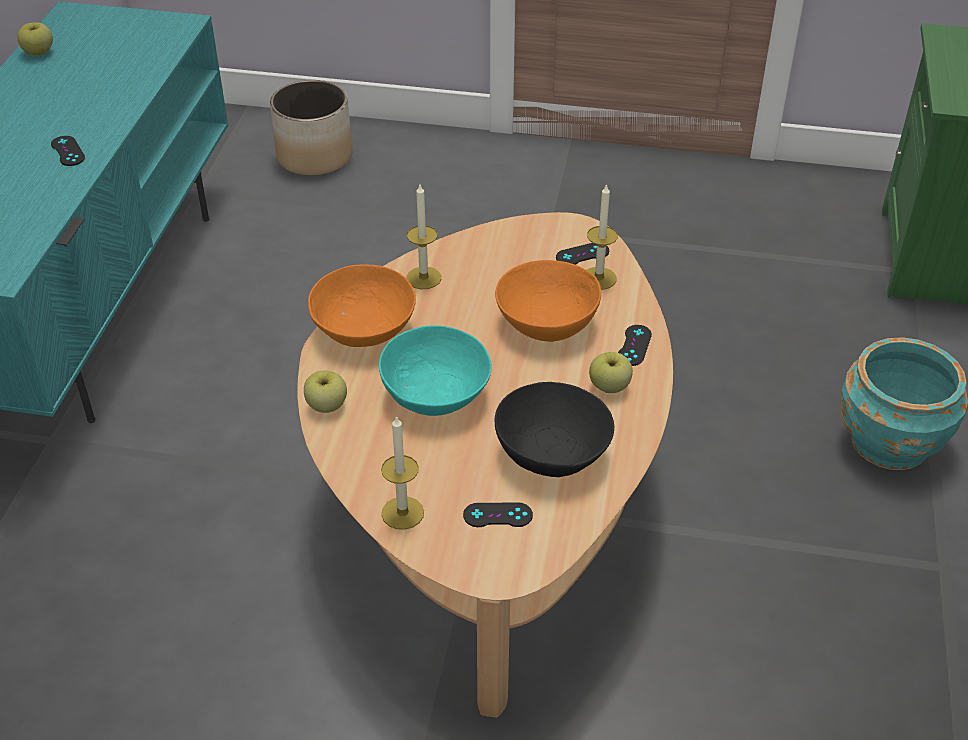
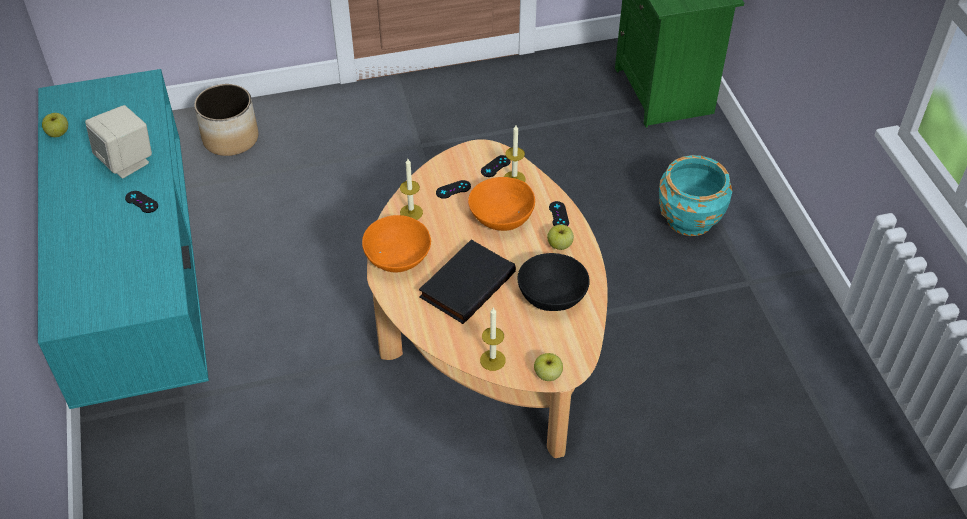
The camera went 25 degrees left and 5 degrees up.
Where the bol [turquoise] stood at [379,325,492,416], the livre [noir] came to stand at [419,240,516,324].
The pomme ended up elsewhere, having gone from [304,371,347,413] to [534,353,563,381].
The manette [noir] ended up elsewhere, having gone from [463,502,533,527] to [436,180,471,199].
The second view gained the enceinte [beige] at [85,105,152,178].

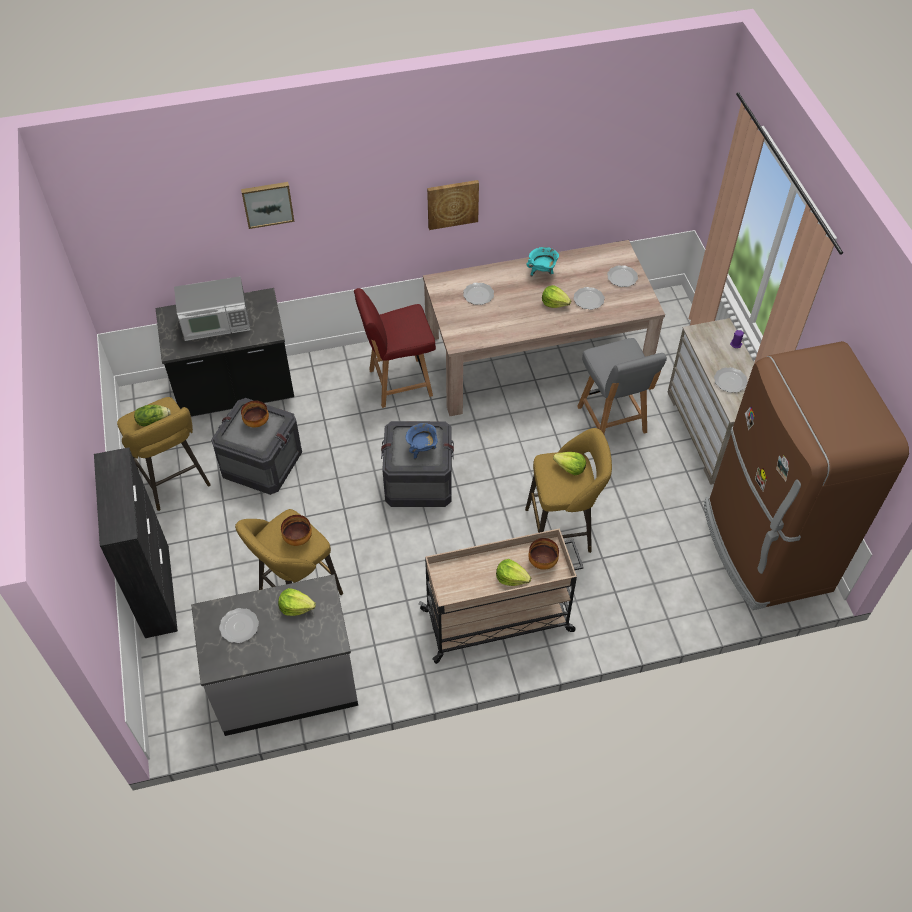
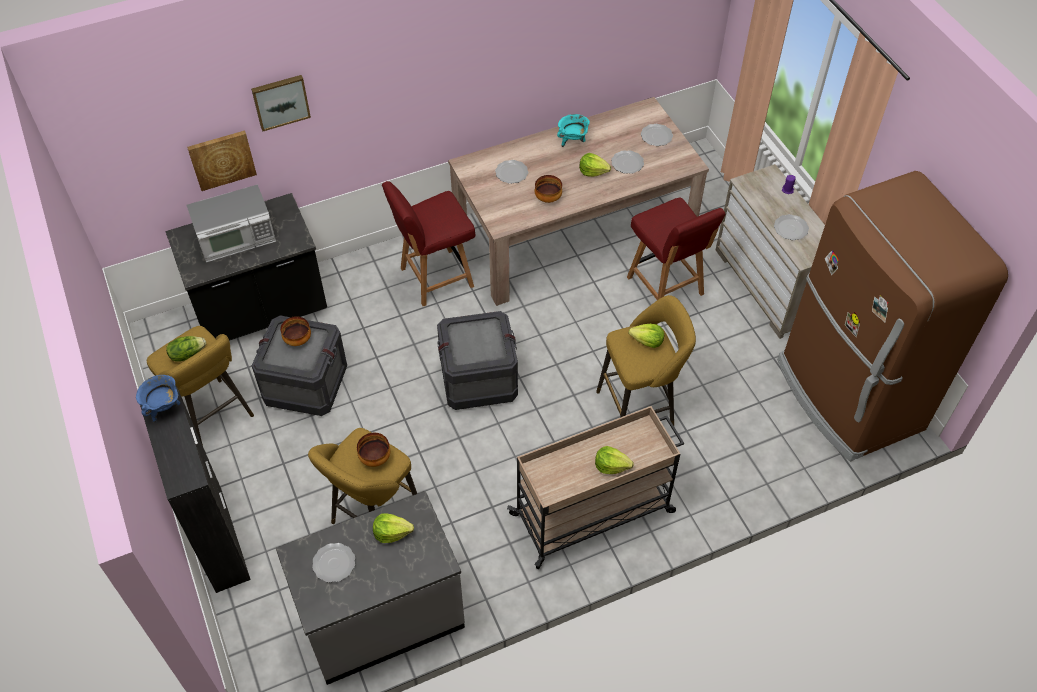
The camera went 10 degrees left and 0 degrees up.
The tableau ended up elsewhere, having gone from [427,180,479,230] to [187,131,257,191].
What was the chaise [gris] at [577,338,667,434] turned into the chaise [rouge] at [627,198,725,300].
The marmite [bleu] ended up elsewhere, having gone from [406,423,438,460] to [136,375,180,423].
The bol ended up elsewhere, having gone from [528,538,559,570] to [535,175,562,203].

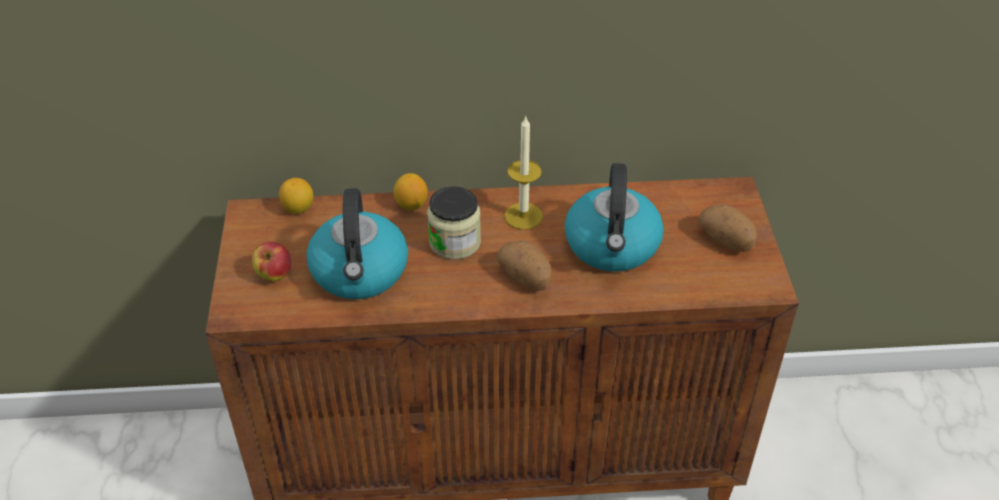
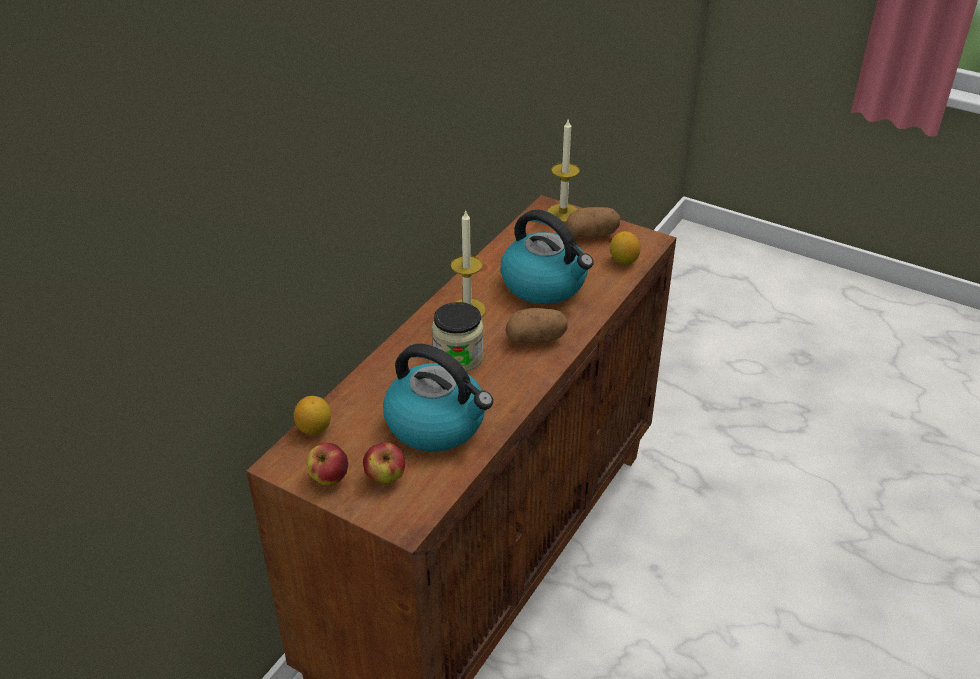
The camera went 55 degrees left and 5 degrees down.
The citron ended up elsewhere, having gone from [394,173,428,210] to [610,231,641,265].
The second view gained the bougie at [547,120,580,222].
The second view gained the pomme at [306,443,348,486].

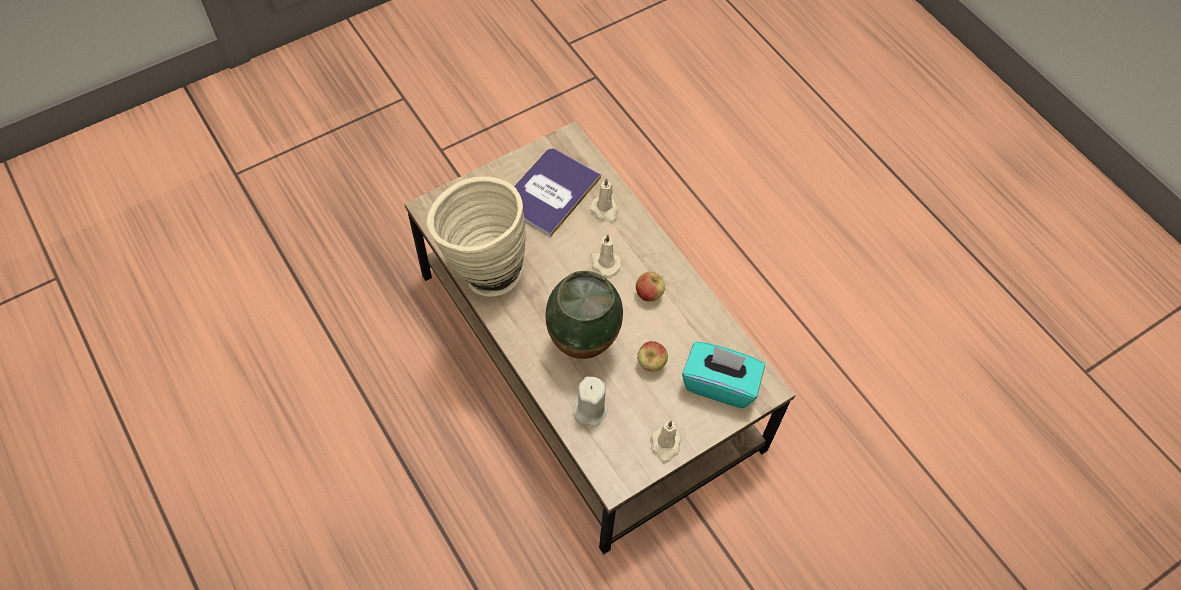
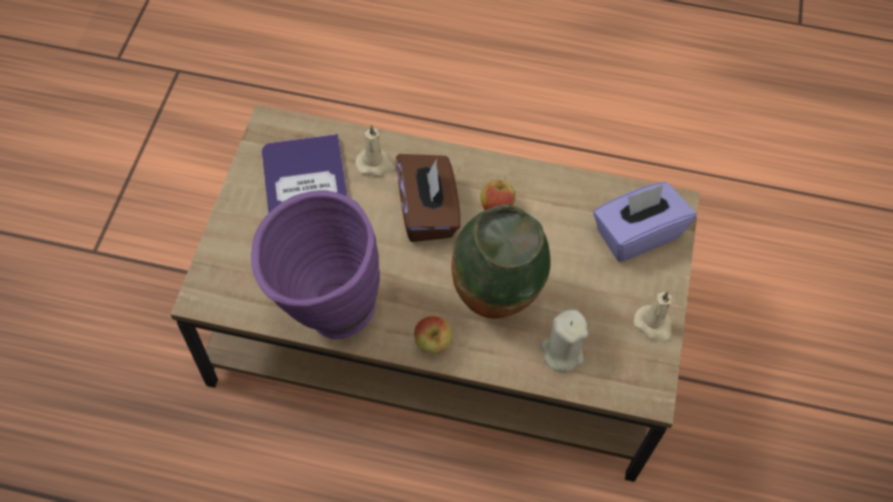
The camera went 45 degrees left and 0 degrees up.
What was the vase [beige] at [426,177,526,297] turned into the vase [violet] at [251,190,380,339].
Where the bougie [beige] stood at [590,234,621,276], the boîte à mouchoirs [marron] came to stand at [396,154,461,242].
The pomme ended up elsewhere, having gone from [637,341,668,372] to [414,316,452,354].
What was the boîte à mouchoirs [turquoise] at [682,342,765,408] turned into the boîte à mouchoirs [violet] at [593,182,696,262].

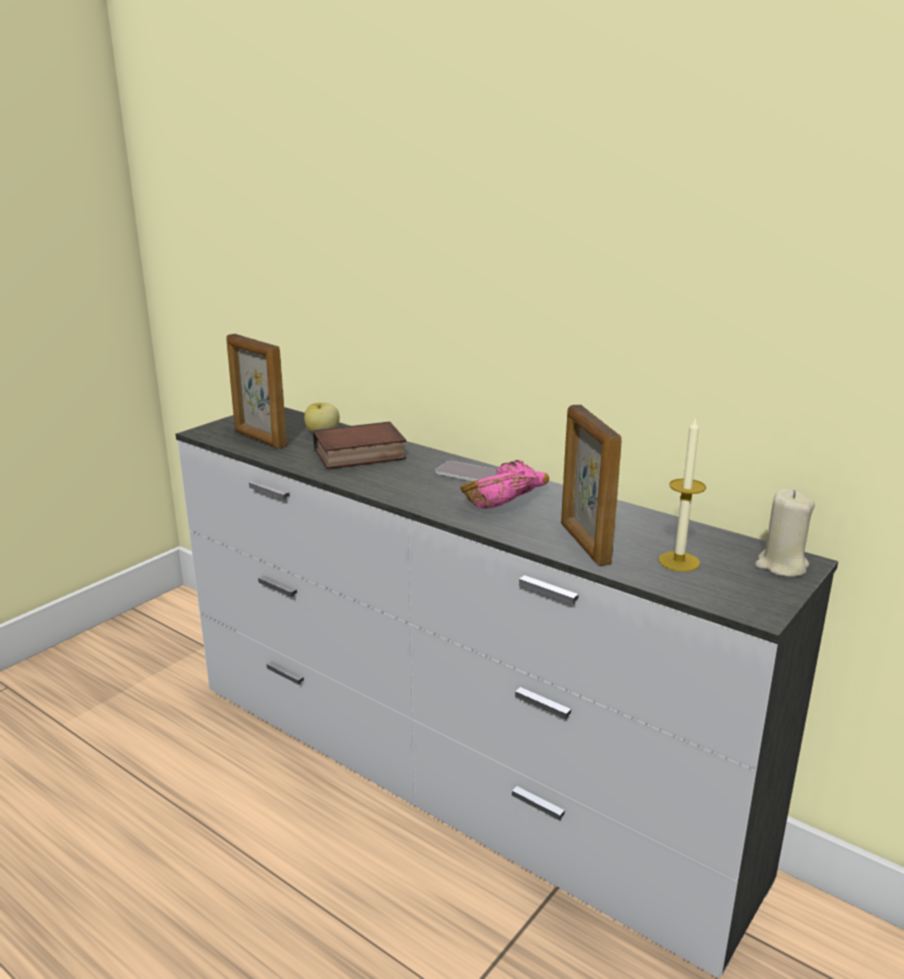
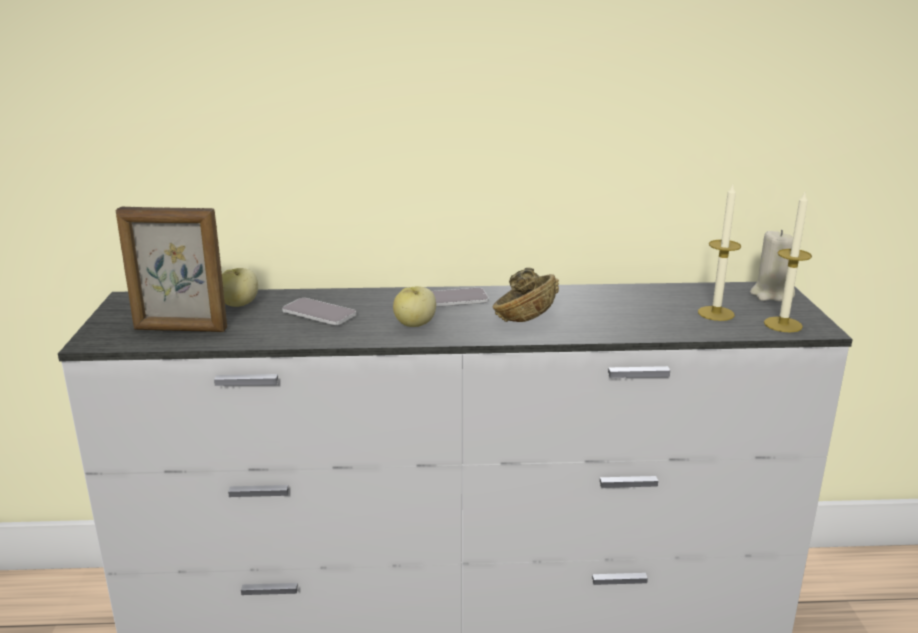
The camera went 40 degrees left and 0 degrees up.
The second view lost the cadre photo at [561,405,622,566].
Where the livre stood at [313,422,407,469], the téléphone came to stand at [282,298,356,325].
What was the bol [rose] at [460,460,549,509] turned into the bol [marron] at [492,268,559,322].
The second view gained the bougie at [764,192,812,333].
The second view gained the pomme at [393,286,436,327].

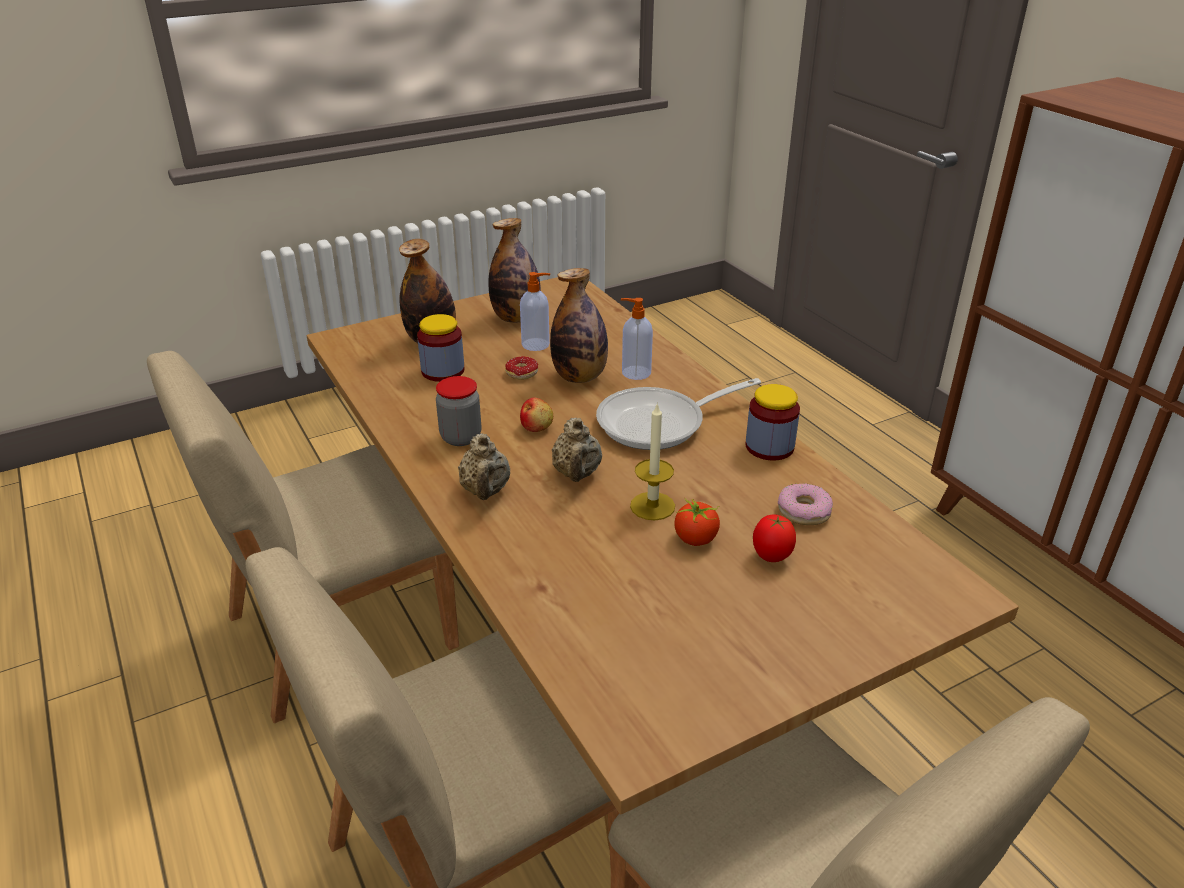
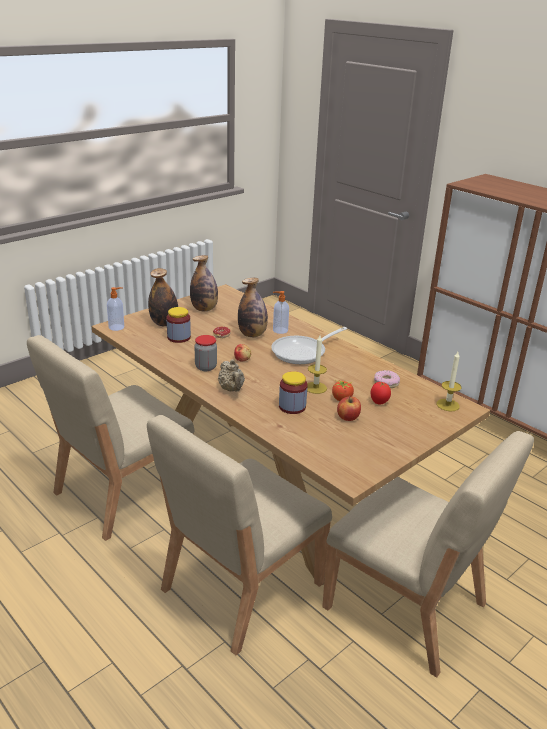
The camera went 15 degrees left and 5 degrees down.
The distributeur de savon ended up elsewhere, having gone from [520,272,550,351] to [107,287,124,331].
The bocal ended up elsewhere, having gone from [746,384,800,460] to [279,371,308,414].
The second view lost the théière [beige] at [552,418,602,482].
The second view gained the bougie at [437,352,462,411].
The second view gained the pomme at [337,396,361,421].

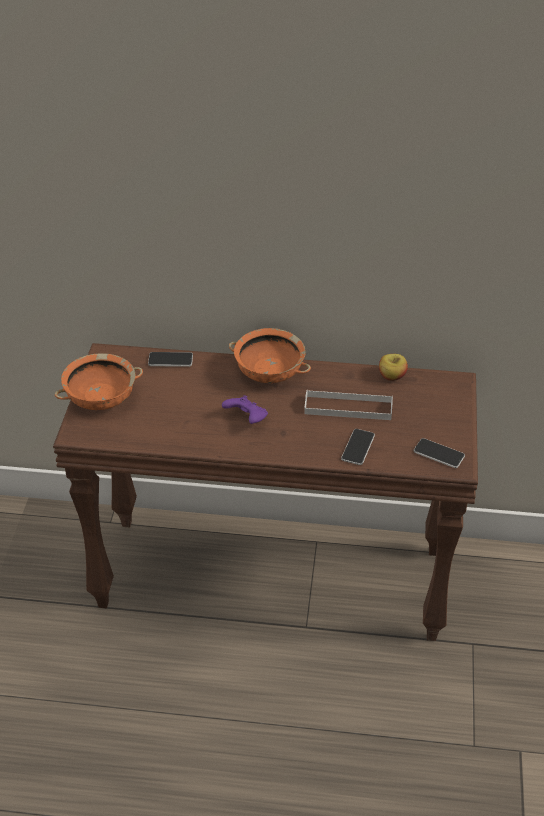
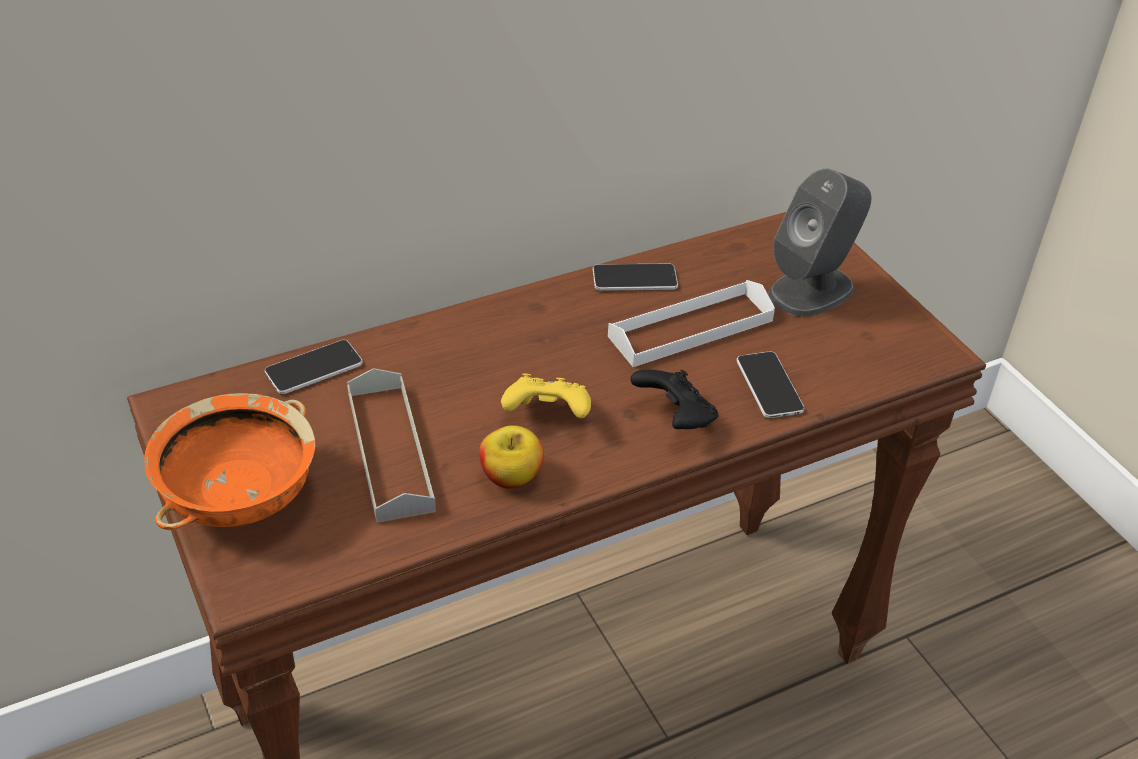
The camera went 35 degrees left and 0 degrees up.
The second view lost the bol [orange] at [229,328,311,383].
The pomme ended up elsewhere, having gone from [379,354,408,381] to [479,425,544,489].
What was the manette [violet] at [222,395,268,424] turned into the manette [jaune] at [501,373,591,418].
The téléphone ended up elsewhere, having gone from [414,438,465,468] to [593,263,678,291].
The second view gained the enceinte [gris] at [768,168,871,317].
The second view gained the plateau [gris] at [347,368,436,523].
The second view gained the manette [noir] at [630,370,718,429].

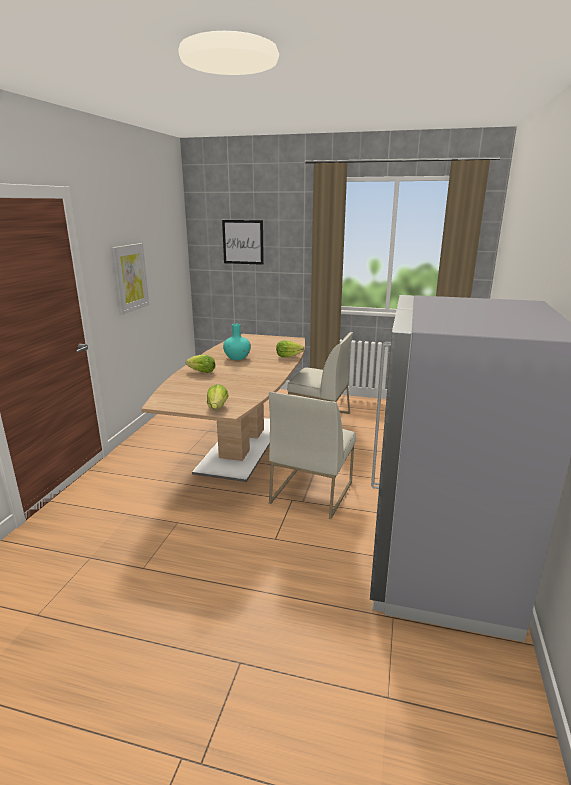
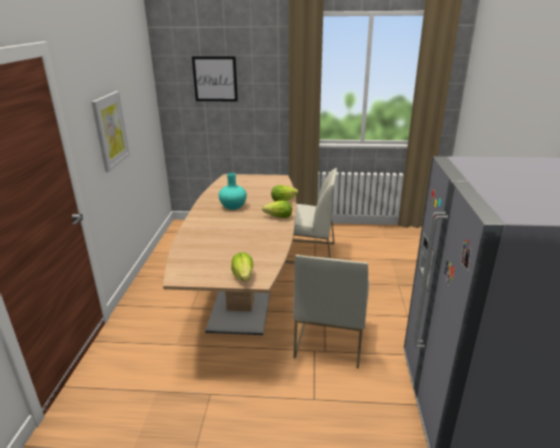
The camera went 10 degrees left and 5 degrees up.
The laitue ended up elsewhere, having gone from [186,355,215,373] to [262,201,292,218].

